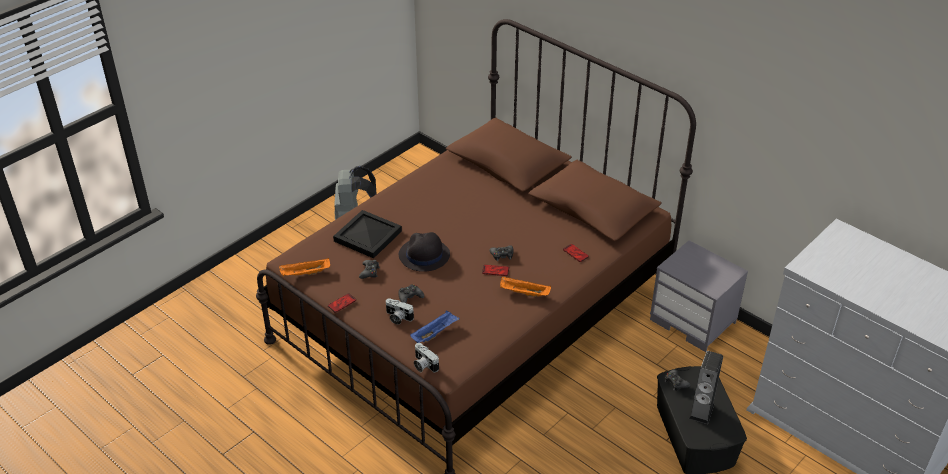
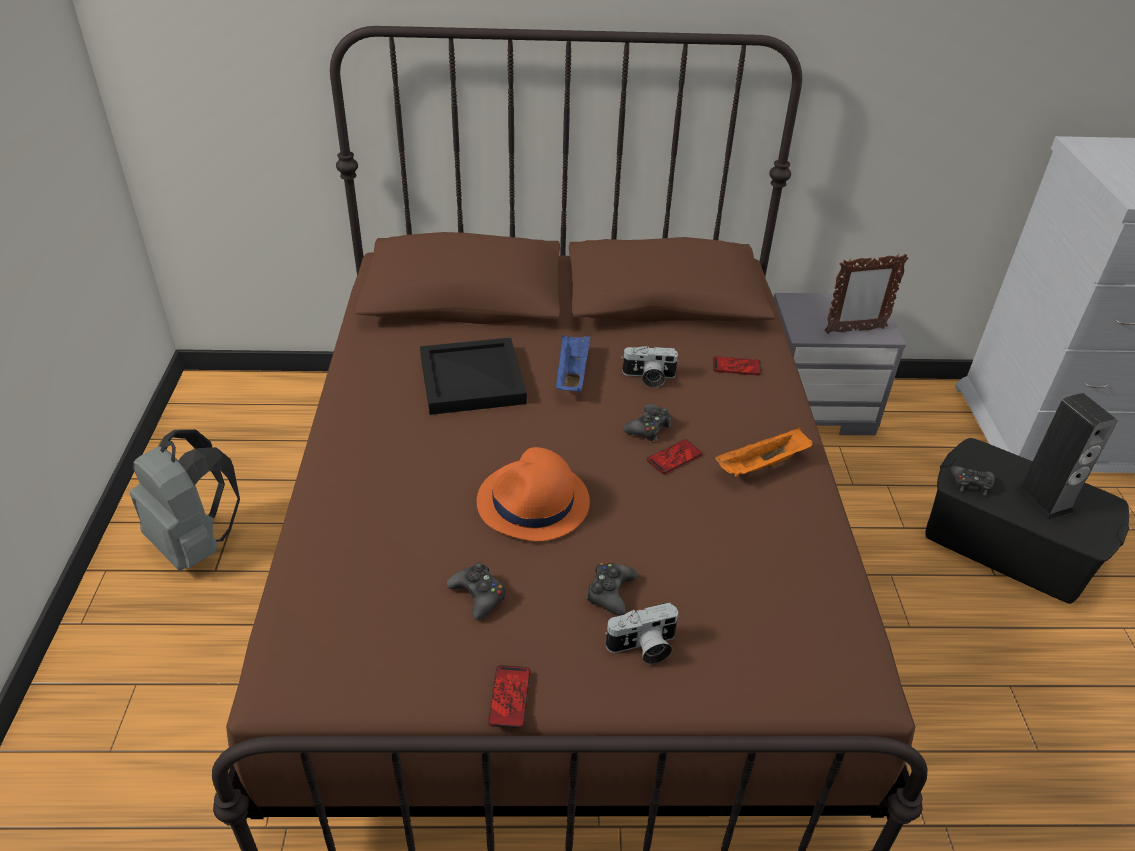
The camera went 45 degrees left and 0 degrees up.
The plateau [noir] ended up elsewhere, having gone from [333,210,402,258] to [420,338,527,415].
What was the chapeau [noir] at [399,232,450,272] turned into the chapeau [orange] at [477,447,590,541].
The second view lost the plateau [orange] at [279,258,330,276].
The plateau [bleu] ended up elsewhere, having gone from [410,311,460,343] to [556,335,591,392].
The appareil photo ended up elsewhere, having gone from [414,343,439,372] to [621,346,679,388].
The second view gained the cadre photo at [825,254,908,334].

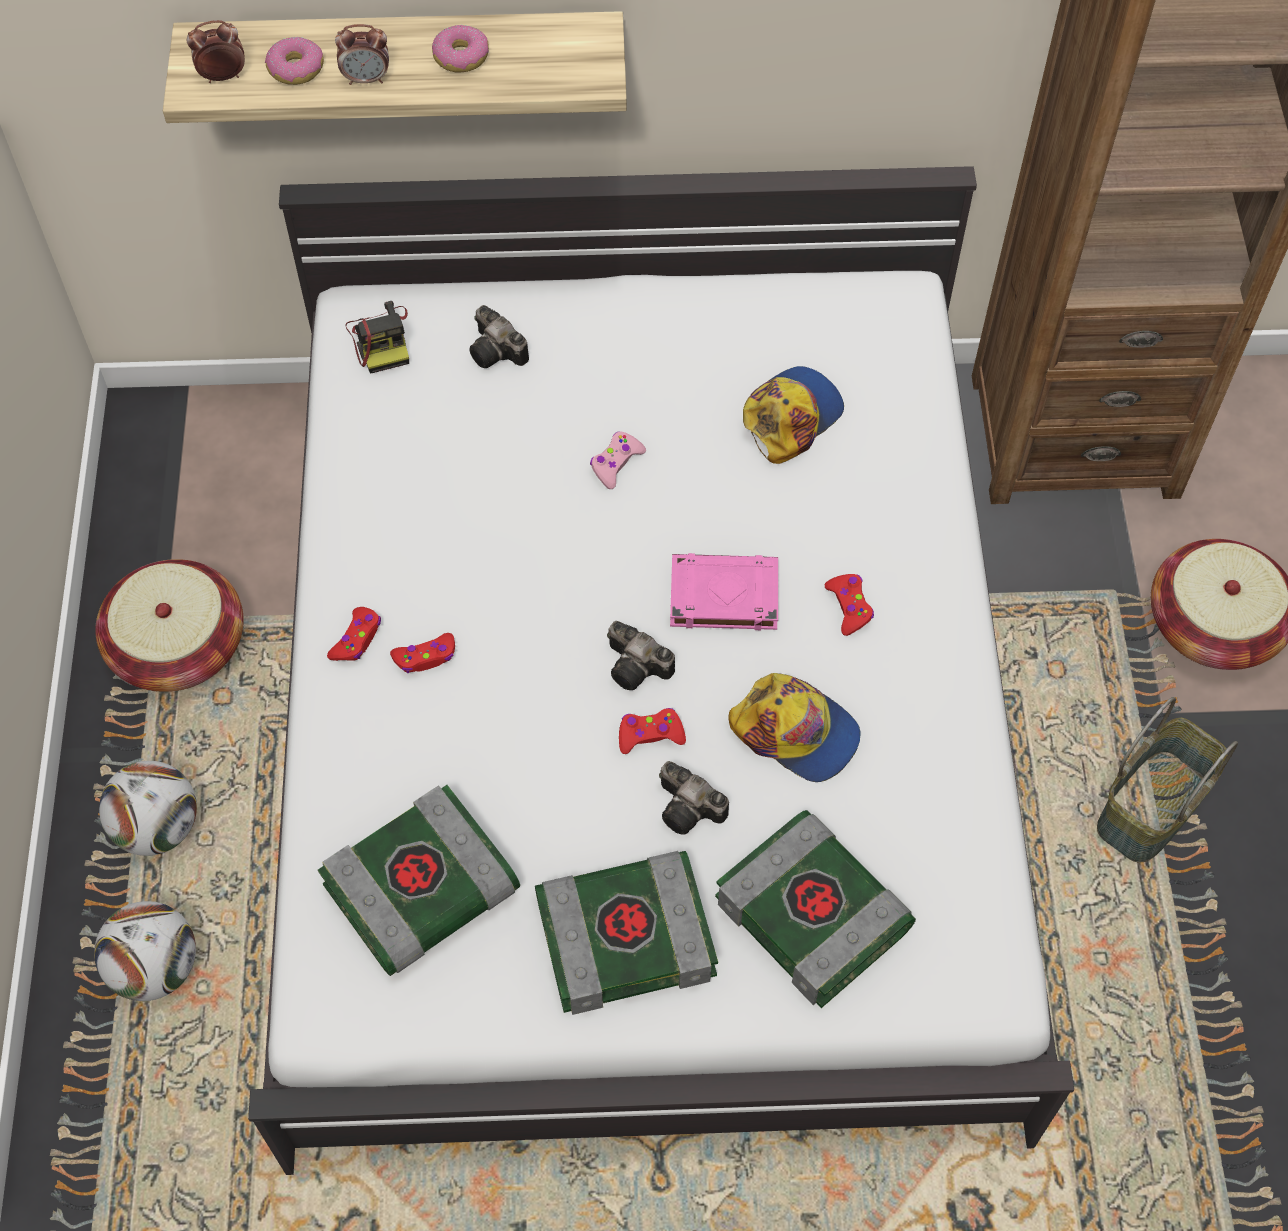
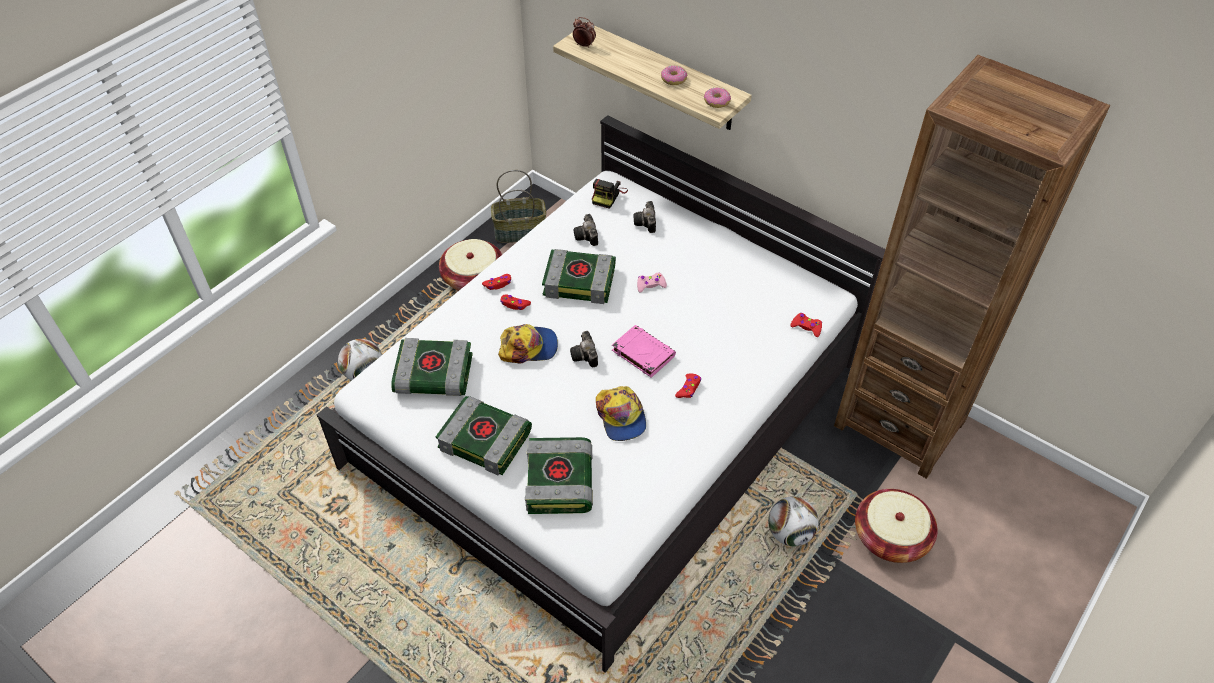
The camera went 40 degrees right and 10 degrees down.
The second view lost the réveil at [335,24,389,85].
The beignet ended up elsewhere, having gone from [265,37,324,85] to [704,87,731,108].
The casquette ended up elsewhere, having gone from [743,366,844,464] to [498,324,558,364].
The panier ended up elsewhere, having gone from [1097,697,1238,863] to [491,170,546,243].
The manette [rouge] ended up elsewhere, having gone from [619,708,686,754] to [790,313,822,337].
The ballon de foot ended up elsewhere, having gone from [99,761,197,856] to [768,496,819,546].
The appareil photo ended up elsewhere, having gone from [659,761,729,835] to [574,214,598,246].
The second view gained the livre at [542,249,616,304].

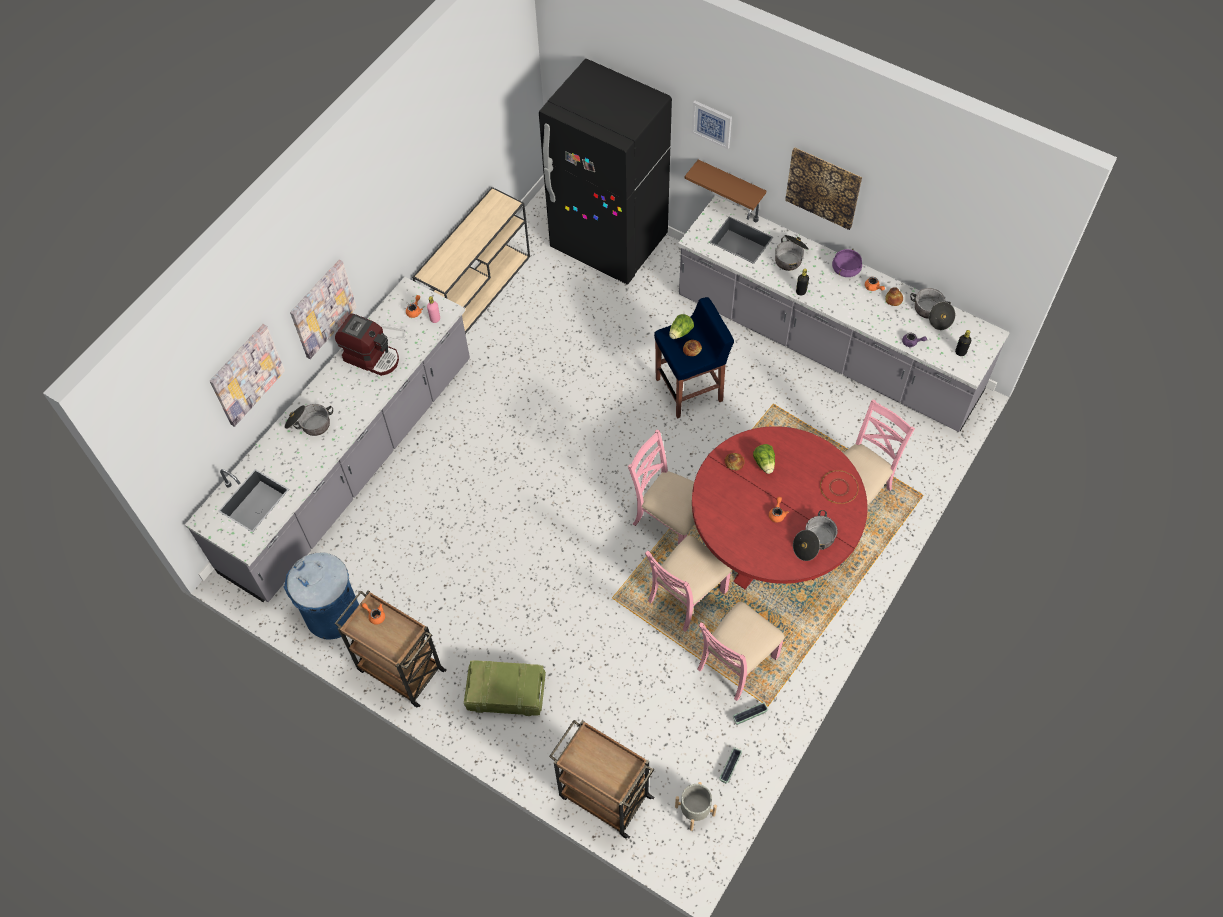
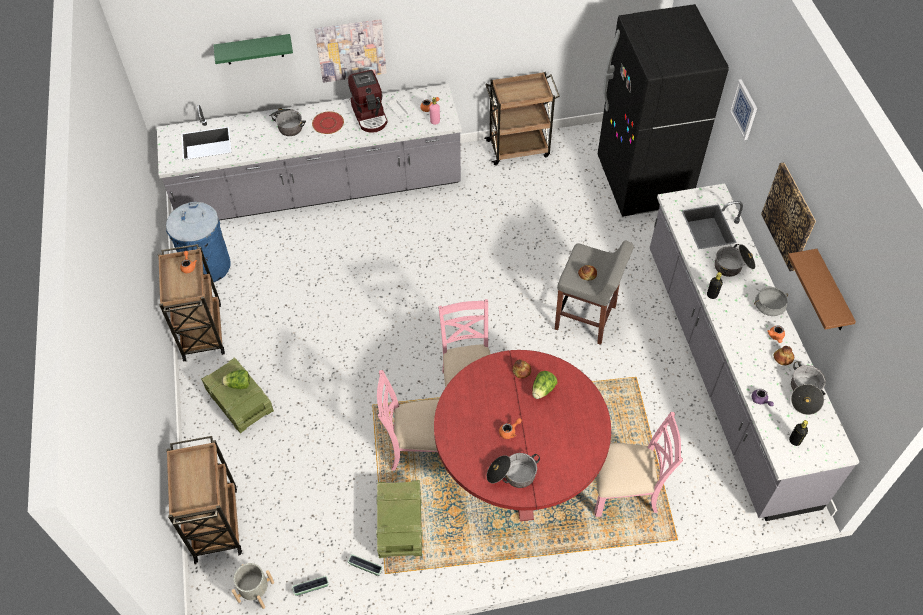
The camera went 45 degrees right and 5 degrees down.
The étagère [marron] ended up elsewhere, having gone from [685,160,766,210] to [788,249,856,330].
Where the table console [beige] stood at [412,187,530,334], the chariot [marron] came to stand at [484,72,560,165].
What was the marmite [violet] at [832,249,862,277] turned into the marmite [gris] at [754,287,788,316].
What was the tabouret [bleu] at [654,297,734,419] turned into the tabouret [gris] at [555,240,634,345].
The laitue ended up elsewhere, having gone from [669,314,694,339] to [222,369,250,389].
Where the tableau hung at [209,324,285,427], the étagère [vert] came to hang at [213,34,293,65].
The assiette [rouge] ended up elsewhere, having gone from [820,470,859,504] to [312,111,344,134].
Where the chaise [rose] stood at [697,602,784,701], the caisse came to stand at [376,480,422,558].

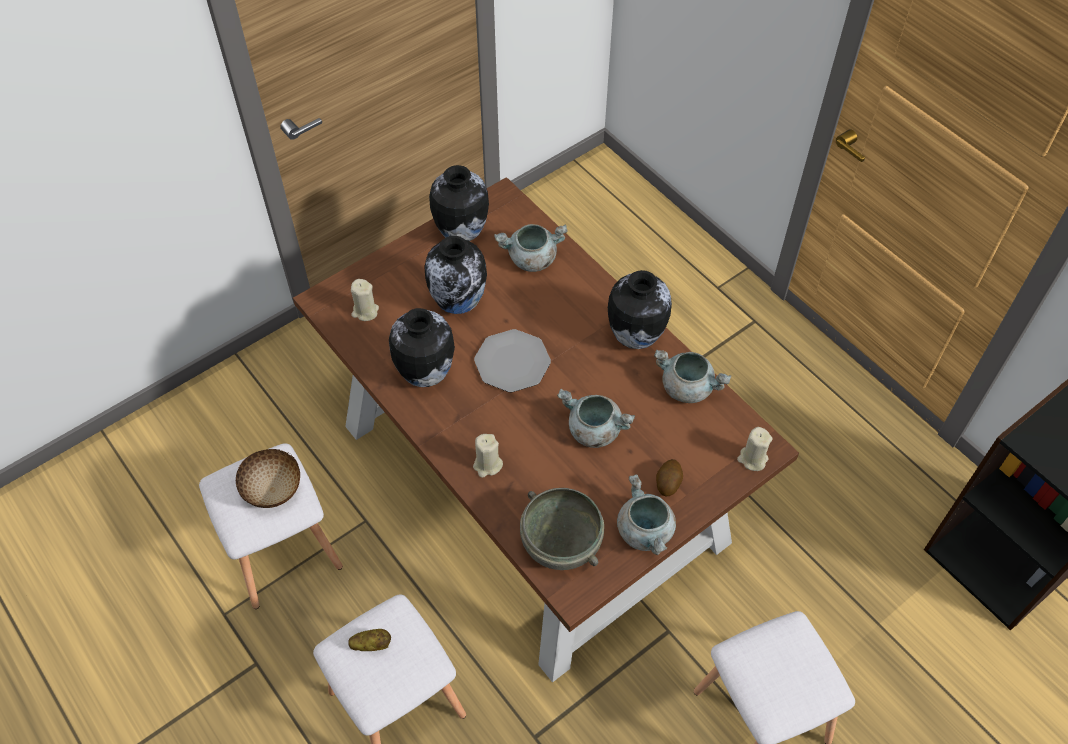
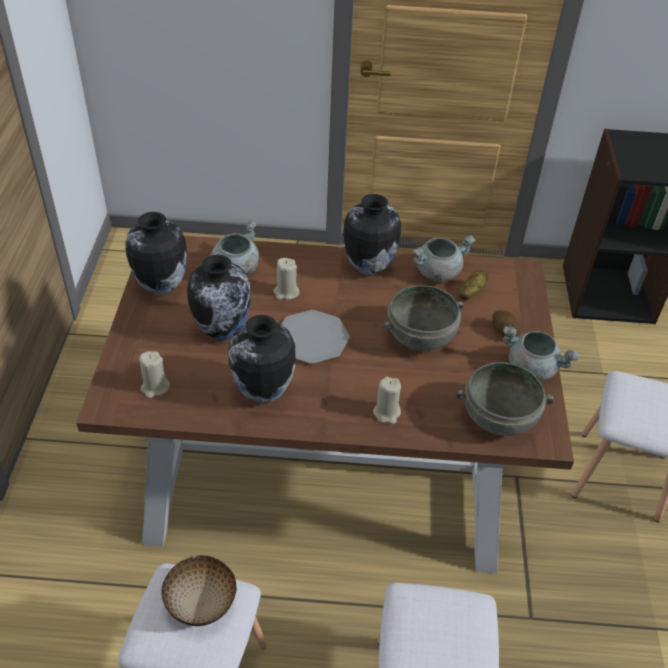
The camera went 50 degrees left and 10 degrees down.
Where the marmite [gris] stood at [557,389,635,448], the bol [gris] came to stand at [383,285,464,352].
The bougie [beige] ended up elsewhere, having gone from [737,427,773,471] to [274,258,300,300].
The pomme de terre ended up elsewhere, having gone from [348,629,391,651] to [459,270,489,300].

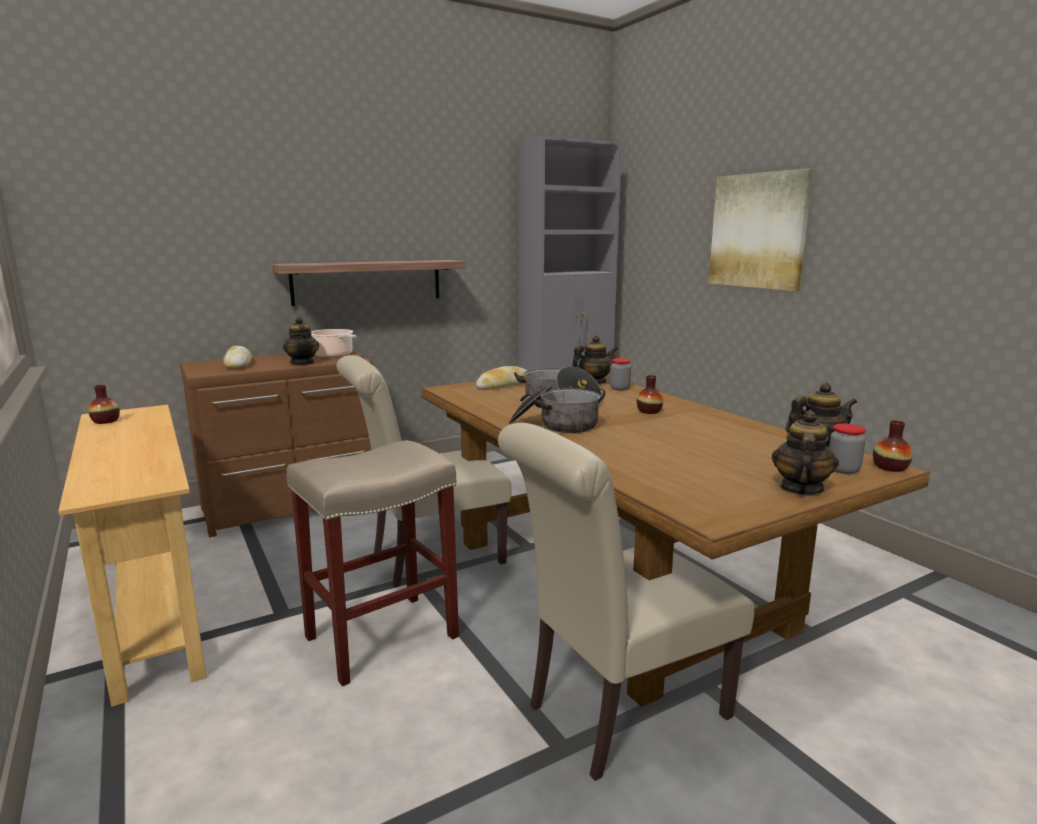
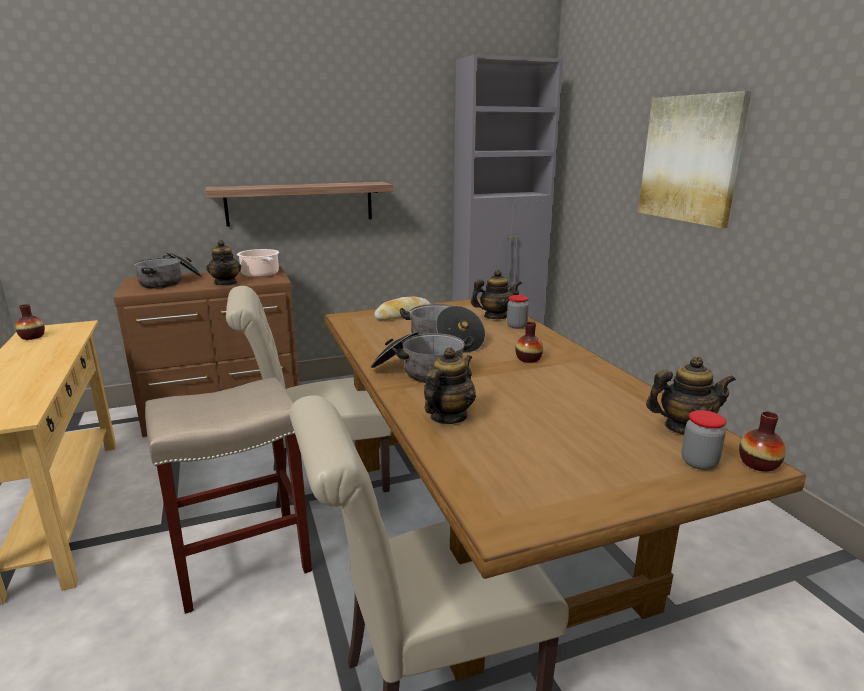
The camera went 10 degrees right and 5 degrees up.
Where the pain stood at [223,346,252,368], the marmite came to stand at [134,252,202,289].
The théière ended up elsewhere, having gone from [772,410,839,495] to [424,347,476,424].

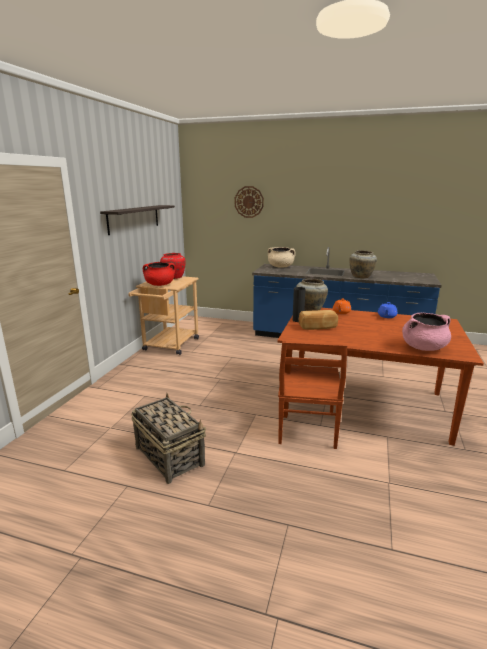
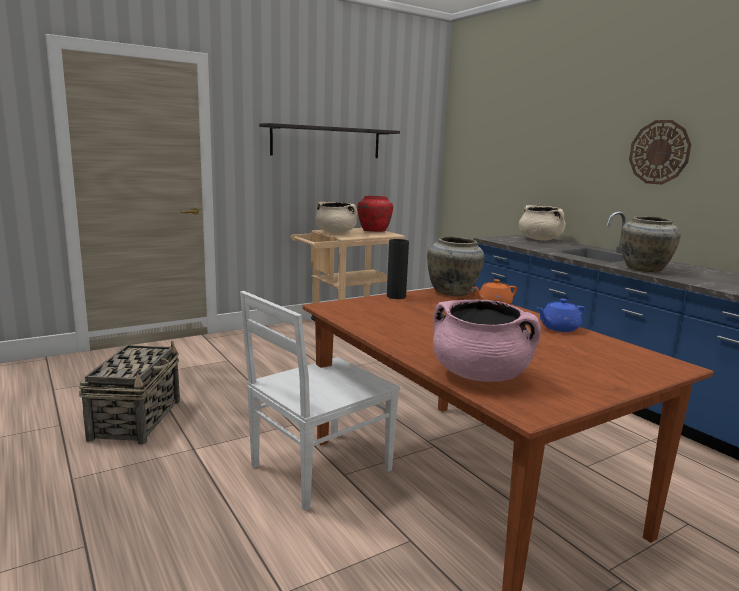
The camera went 40 degrees right and 5 degrees down.
The horloge murale ended up elsewhere, having gone from [235,186,264,218] to [629,120,691,185].
What was the marmite [rouge] at [143,262,175,286] turned into the marmite [beige] at [315,202,357,234].
The second view lost the pain at [299,310,338,330].
What was the chaise [marron] at [278,341,347,449] turned into the chaise [blanc] at [240,291,400,511].

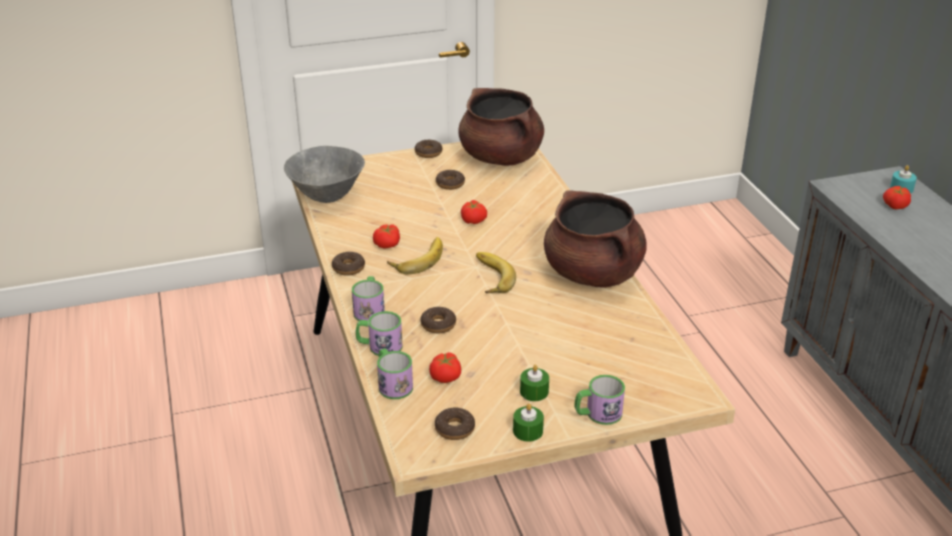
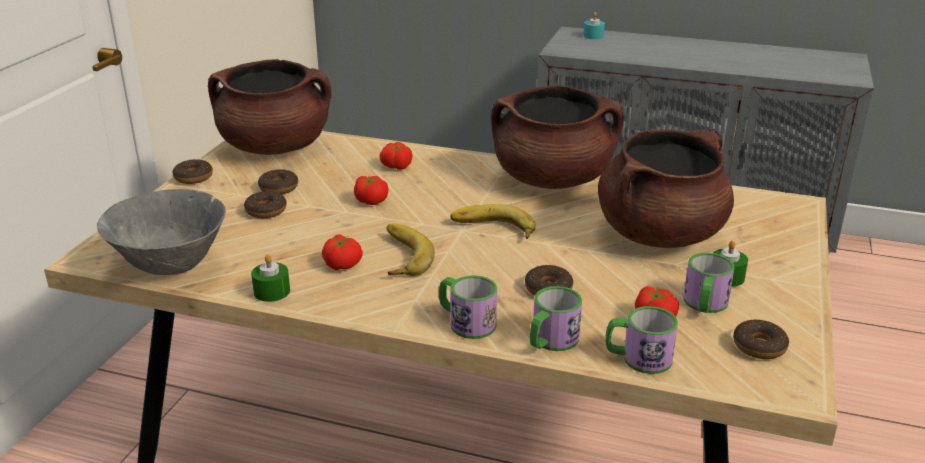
The camera went 55 degrees left and 5 degrees down.
The tomate ended up elsewhere, having gone from [883,186,911,210] to [380,142,412,170].
The beignet ended up elsewhere, having gone from [332,252,365,276] to [244,191,287,218].
The mug ended up elsewhere, having gone from [575,375,625,425] to [684,252,735,313].
The bougie [vert] ended up elsewhere, having gone from [513,403,544,442] to [251,254,290,302].
The second view gained the marmite [marron] at [598,129,734,248].

